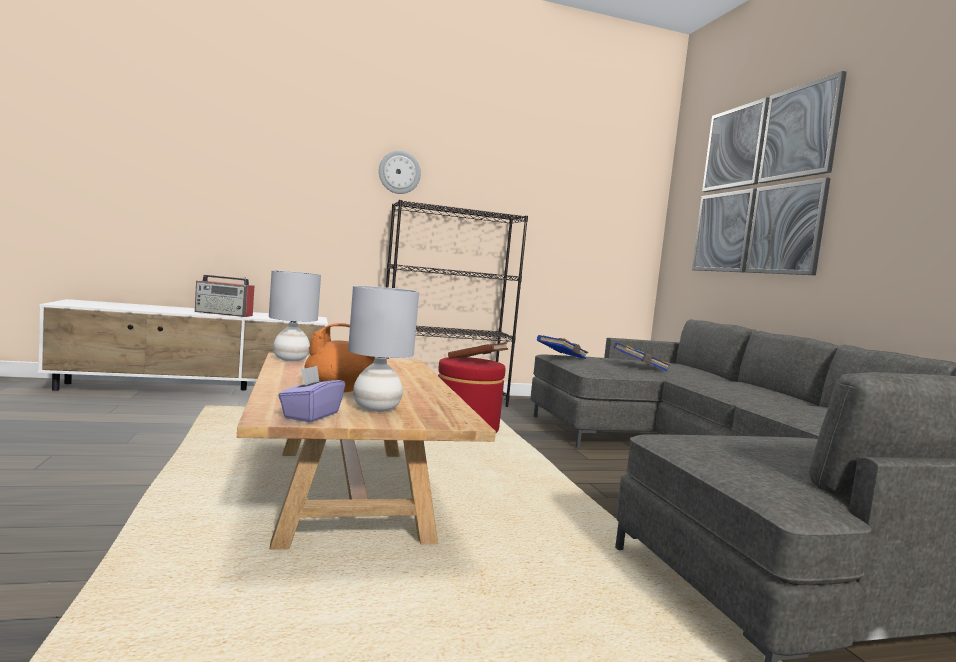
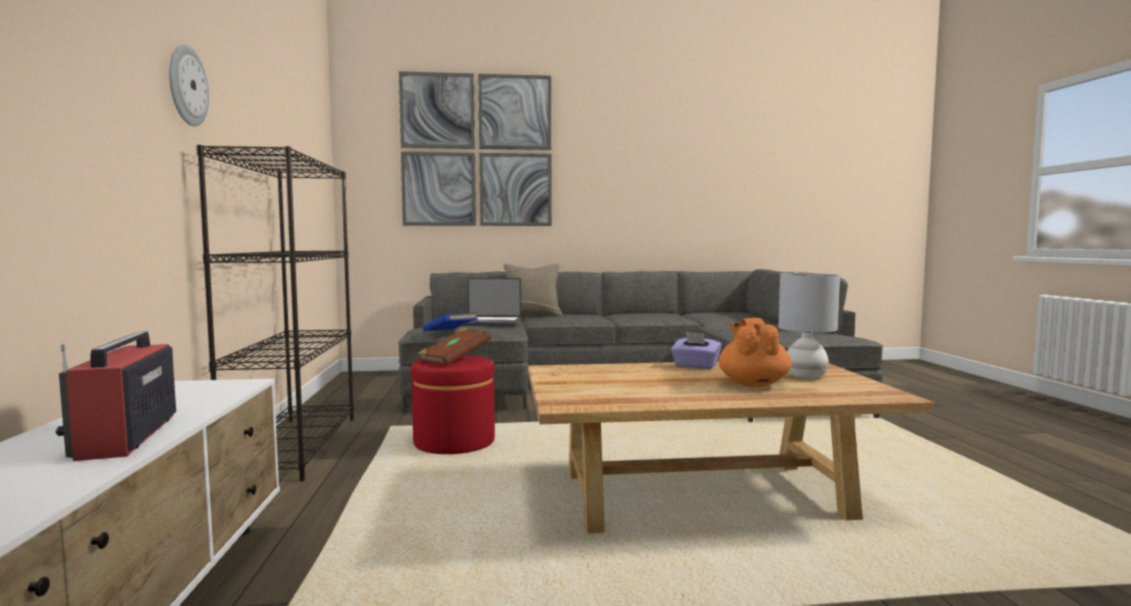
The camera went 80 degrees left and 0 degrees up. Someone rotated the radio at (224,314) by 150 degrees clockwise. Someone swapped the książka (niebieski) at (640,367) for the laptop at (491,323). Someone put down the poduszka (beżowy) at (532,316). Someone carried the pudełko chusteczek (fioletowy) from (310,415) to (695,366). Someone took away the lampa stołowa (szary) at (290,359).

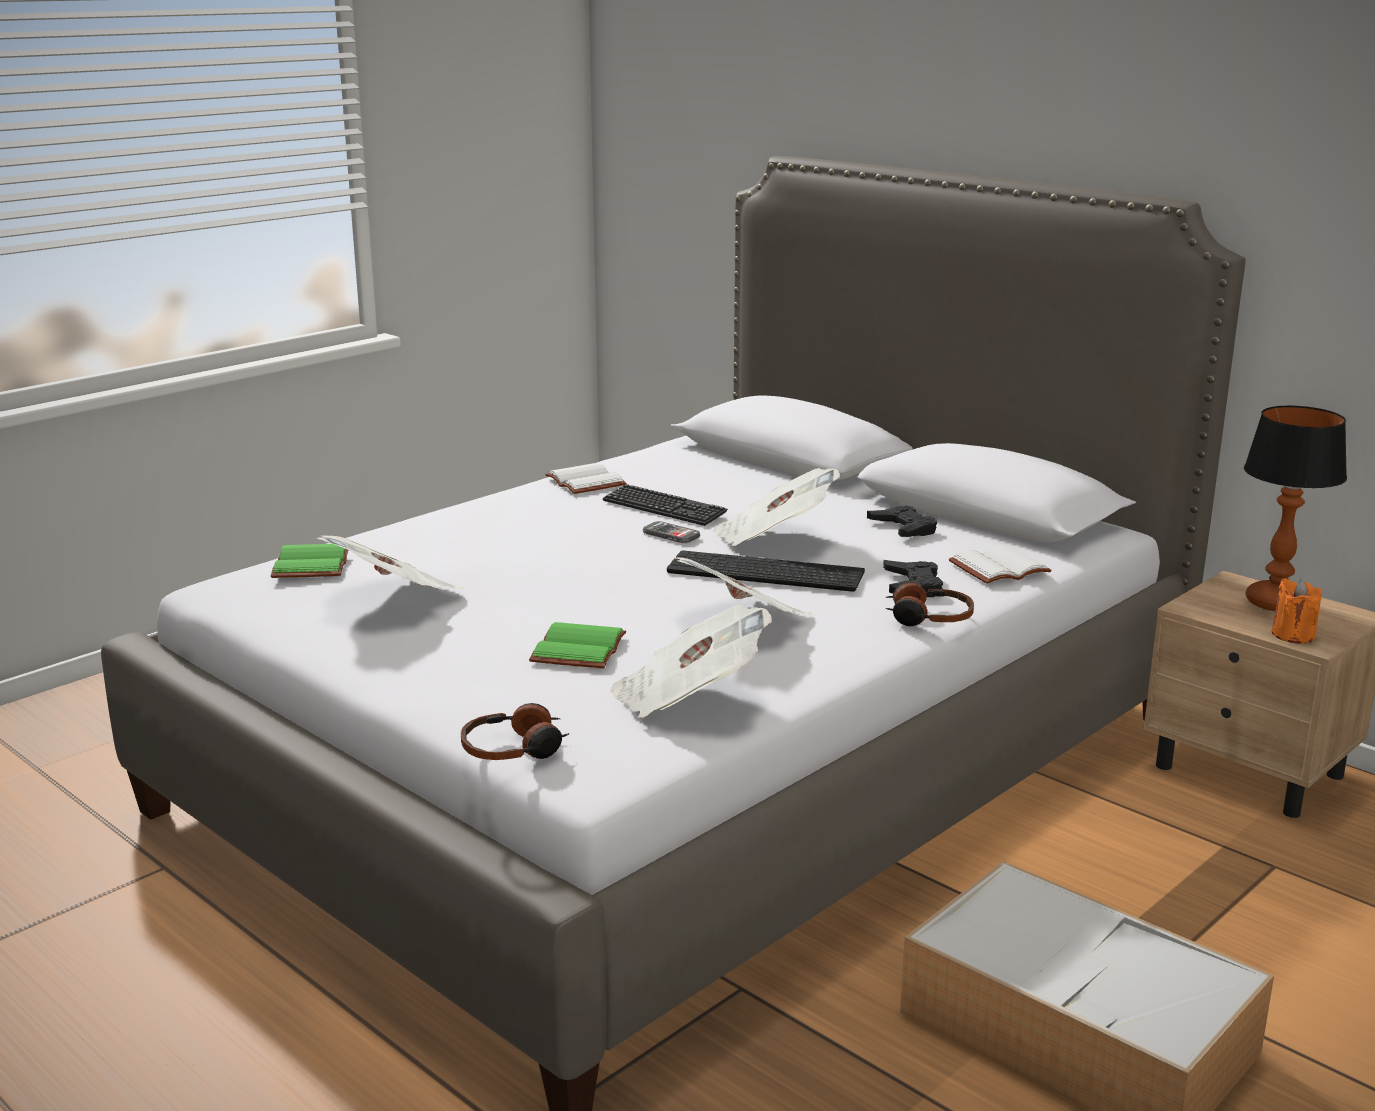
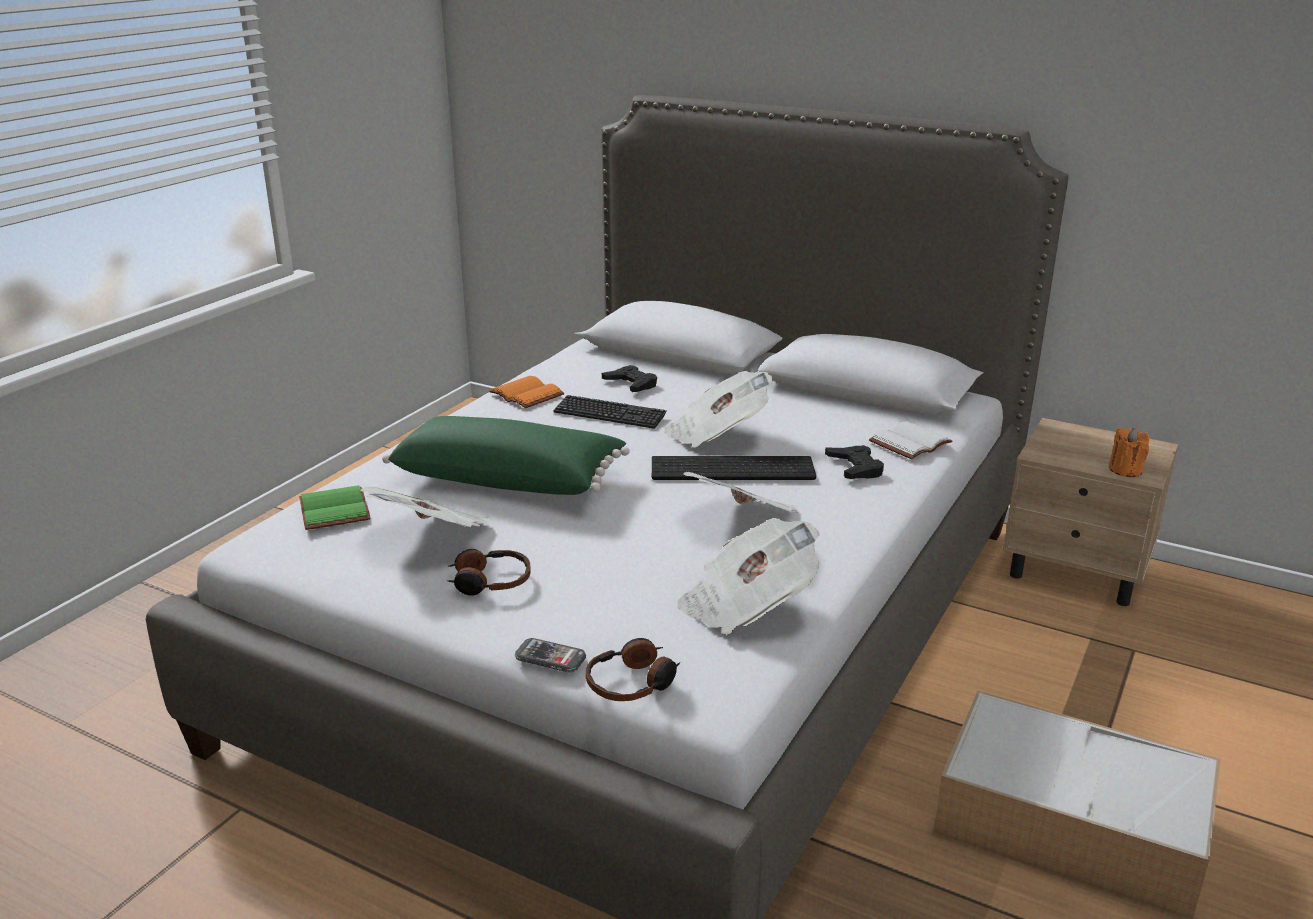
The camera went 15 degrees left and 5 degrees up. Someone put down the poduszka (zielony) at (509,478). Someone carried the słuchawki from (928,618) to (489,582). Someone repainted the książka (biały) at (583,482), which became the książka (pomarańczowy) at (524,395). Someone carried the telefon from (671,534) to (550,657). Someone carried the pad do gier (czarny) from (903,528) to (631,384). Someone took away the książka (zielony) at (576,648). Someone took away the lampa stołowa at (1275,602).

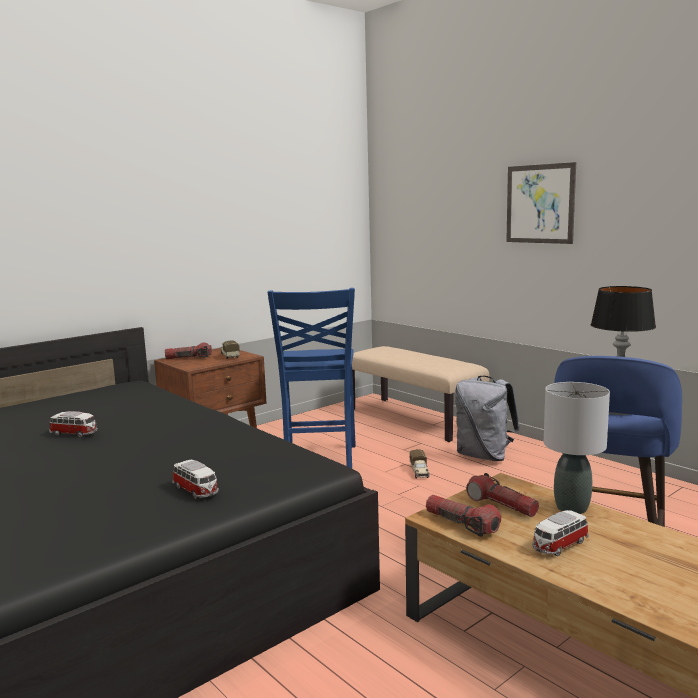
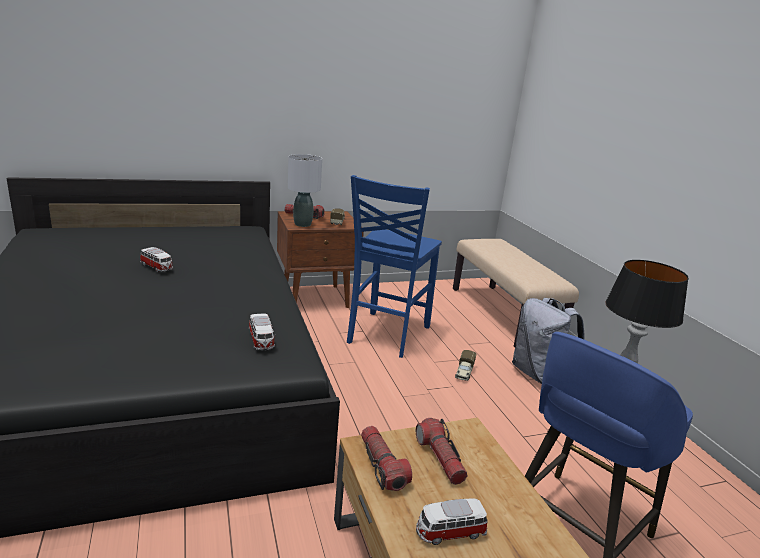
The camera went 20 degrees right and 10 degrees up. Someone carried the samochodzik from (196,491) to (261,341). Someone carried the lampa stołowa (szary) from (571,508) to (302,224). Someone took away the obraz at (540,204).

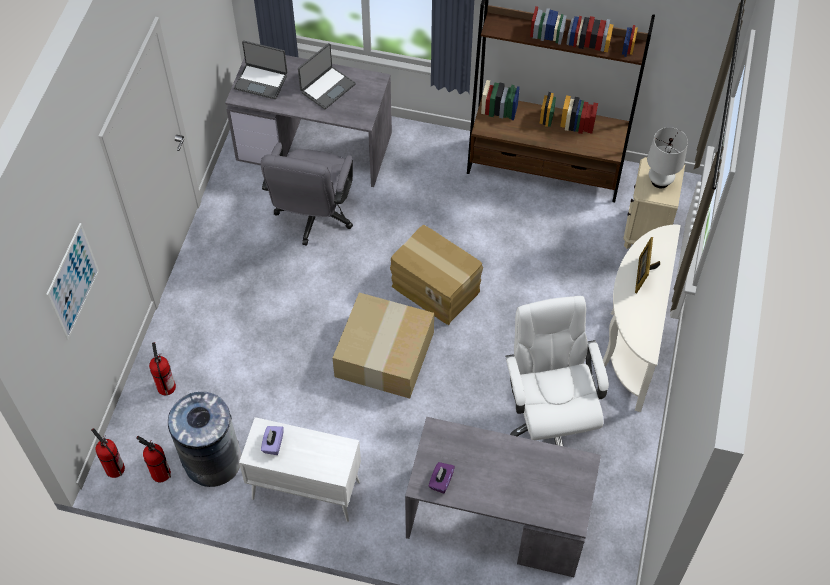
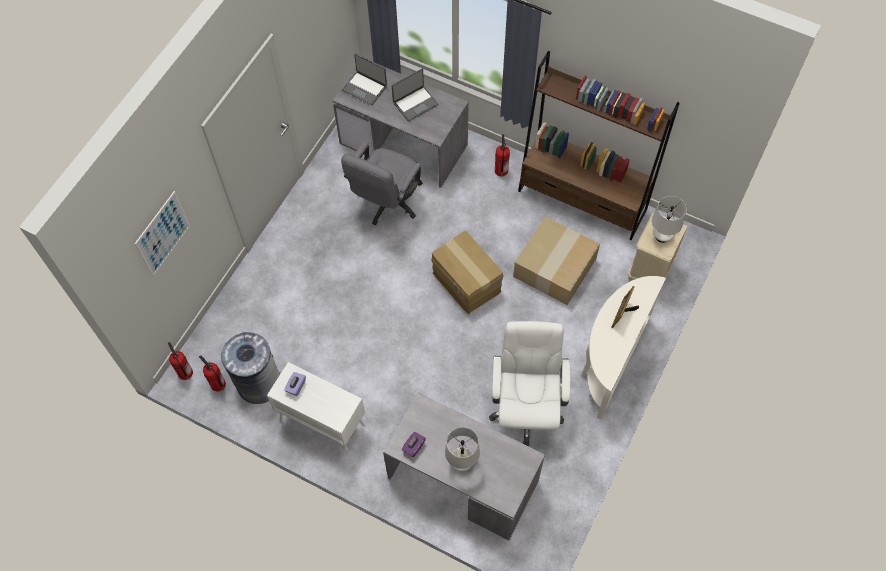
The camera went 15 degrees right and 5 degrees up. Someone put down the lampa stołowa (biały) at (462,462). Someone carried the gaśnica from (166,386) to (501,170). Someone carried the karton from (385,356) to (555,268).

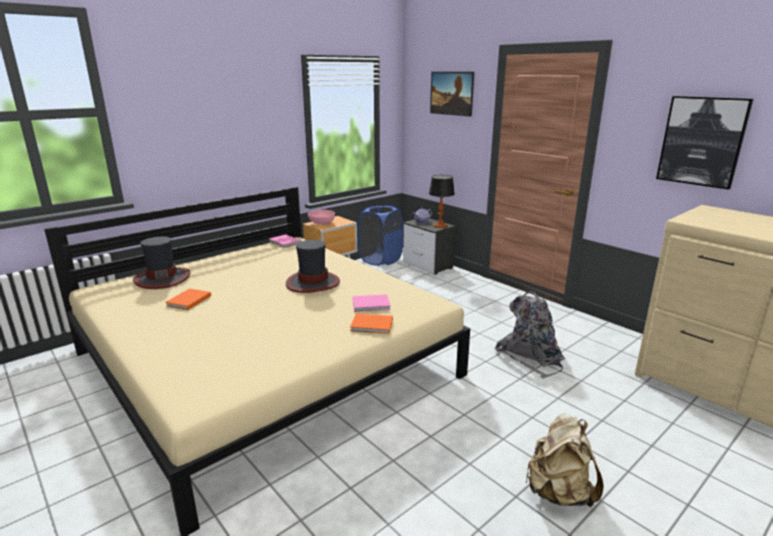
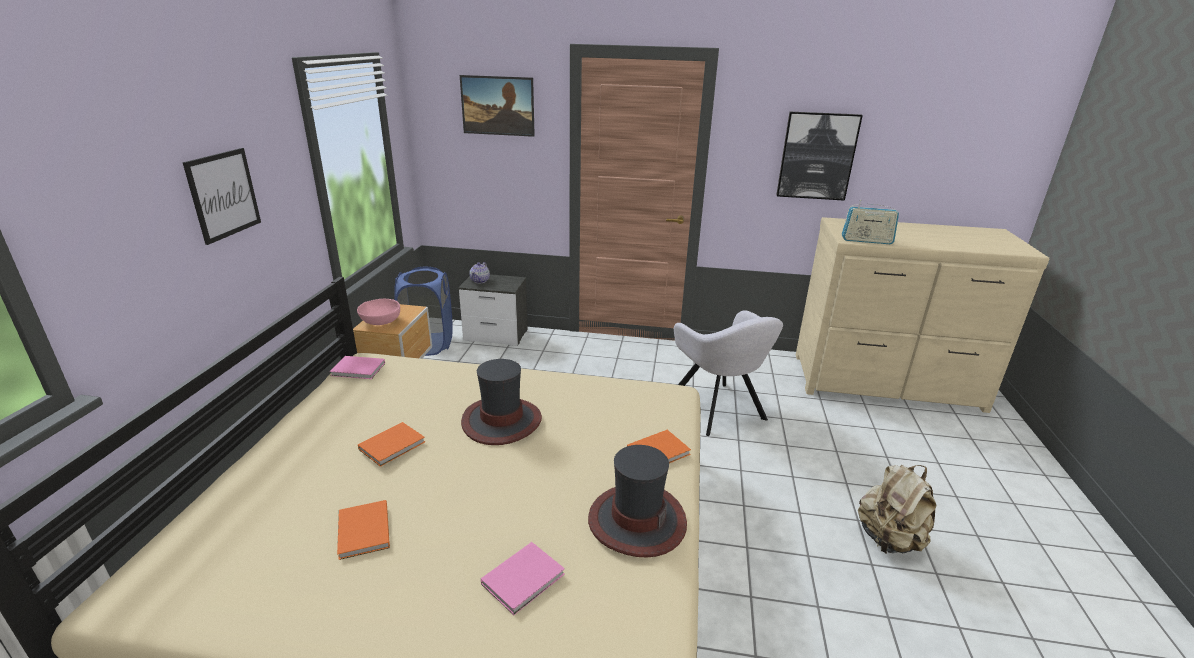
The camera went 40 degrees left and 5 degrees up. Someone put up the obraz at (223,194). Someone put down the książka (pomarańczowy) at (394,445). Someone carried the książka (różowy) from (372,305) to (525,579). Someone carried the kapelusz from (162,278) to (636,520). Someone swapped the plecak (szary) at (531,356) for the fotel (szary) at (719,410). Someone put down the radio at (866,241). Someone took away the lampa stołowa at (440,226).

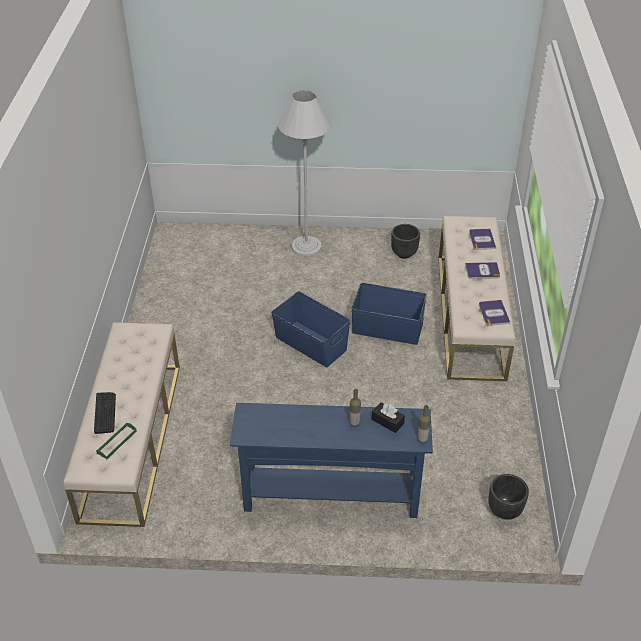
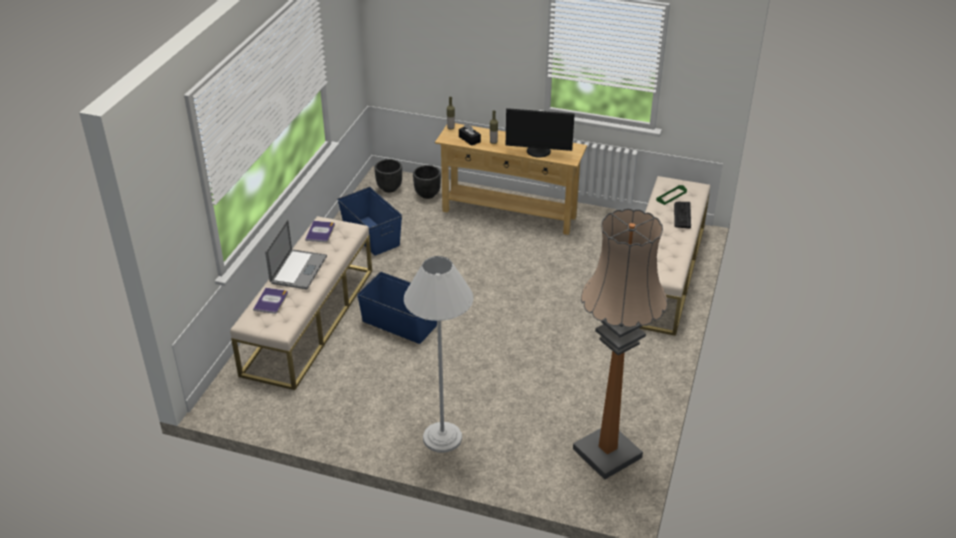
The camera went 165 degrees left and 5 degrees down. Someone swapped the książka at (482,271) for the laptop at (298,269). Someone carried the pojemnik do przechowywania (niebieski) from (311,343) to (371,235). Someone carried the donica (czarny) from (404,253) to (427,195). Someone repainted the stolik konsolowy (niebieski) at (331,497), which became the stolik konsolowy (beżowy) at (509,213). Someone put down the monitor at (538,152). Someone put down the lampa stojąca at (607,453).

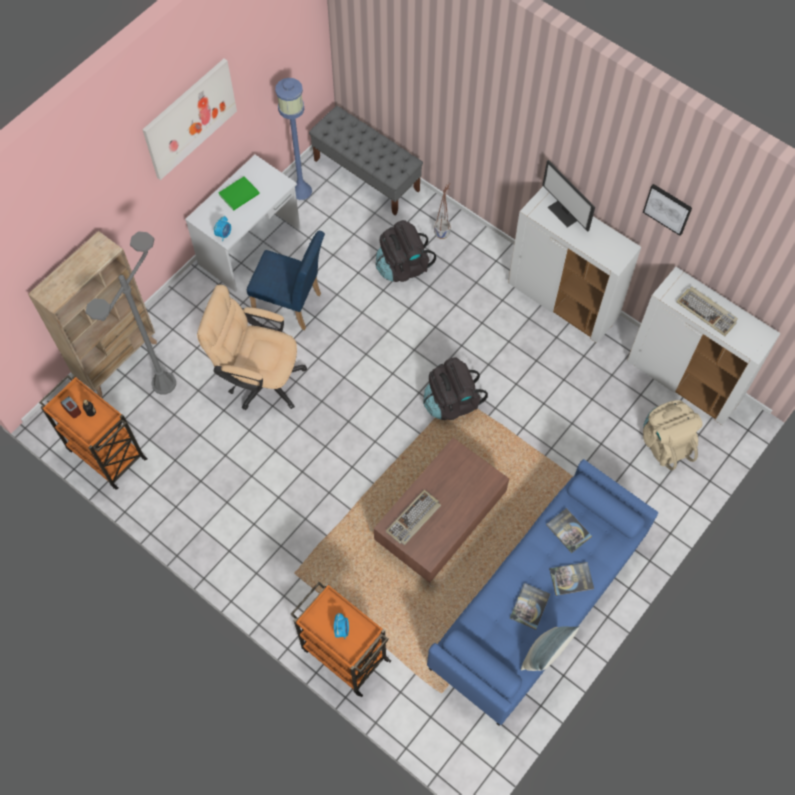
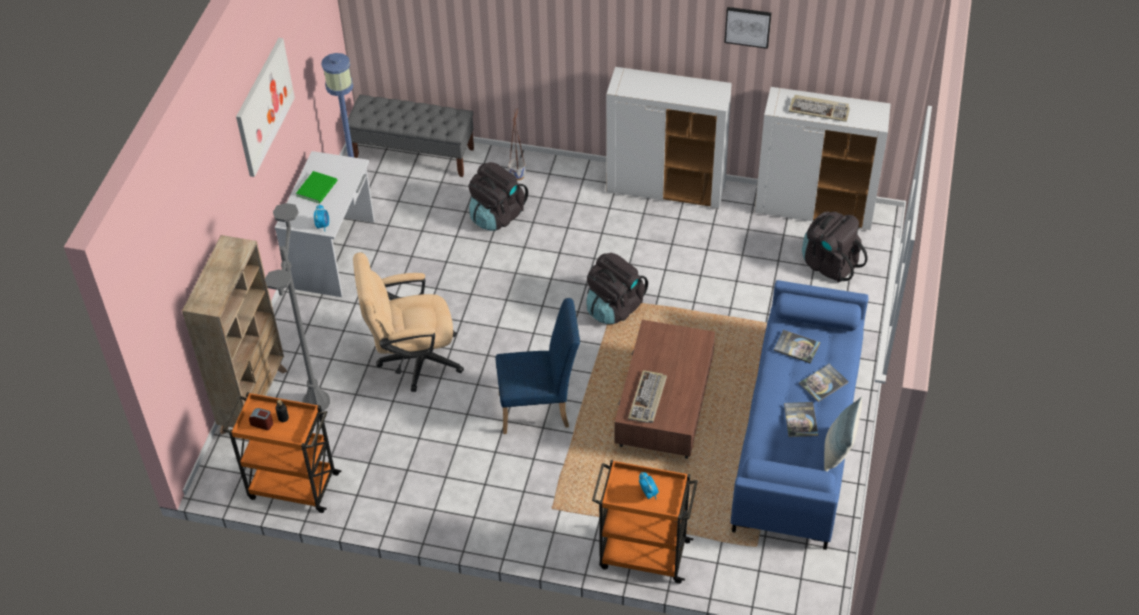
The camera went 25 degrees left and 15 degrees down. Someone carried the krzesło (niebieski) from (292,306) to (540,409). Someone repainted the plecak (beżowy) at (665,443), which became the plecak (czarny) at (829,264). Someone took away the monitor at (565,212).

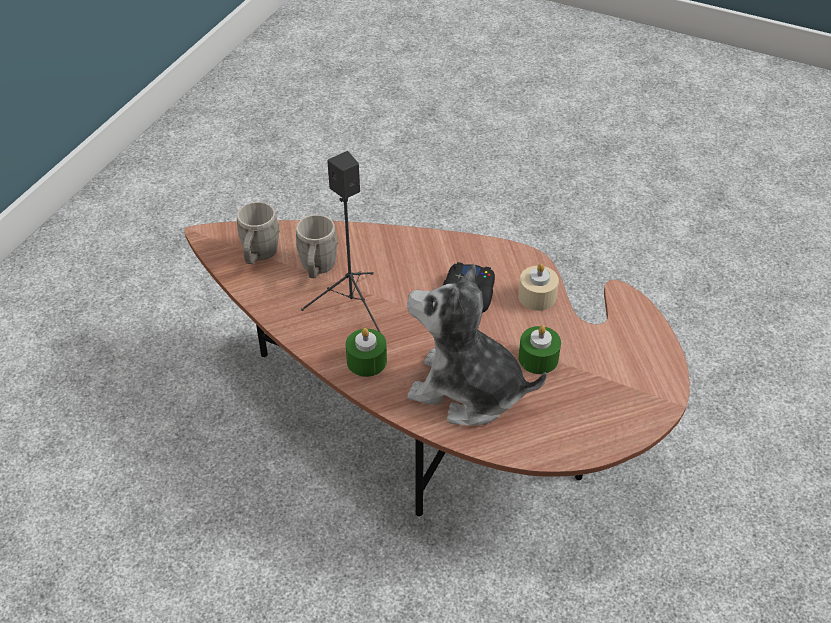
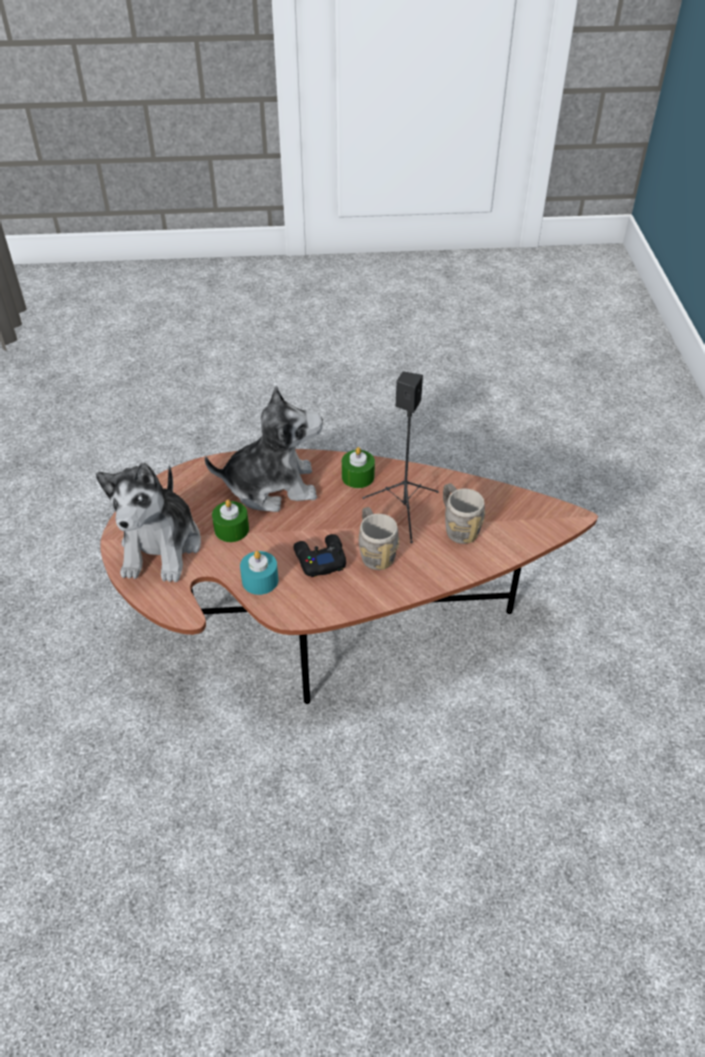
The camera went 150 degrees right and 0 degrees up. Someone put down the pluszak at (161,547). Someone repainted the świeca (beżowy) at (537,296), which became the świeca (turkusowy) at (260,580). Someone carried the kubek (szary) from (258,255) to (374,552).

